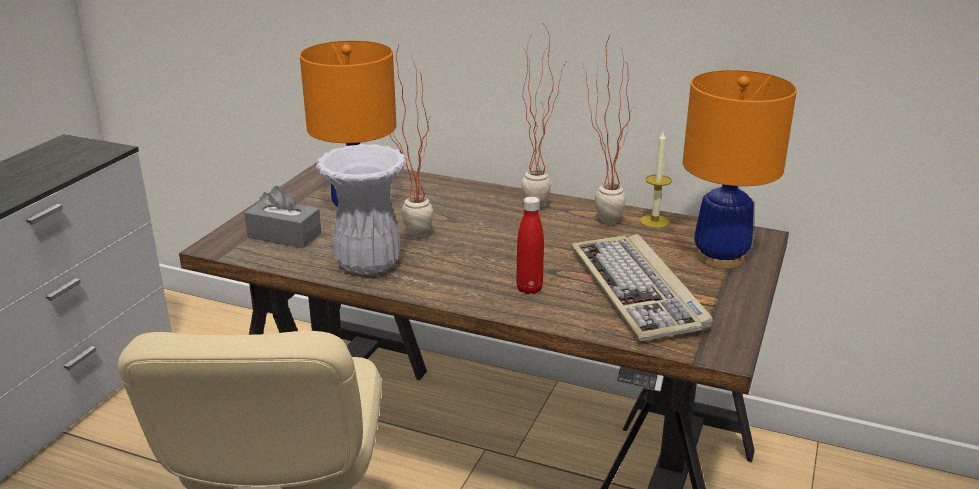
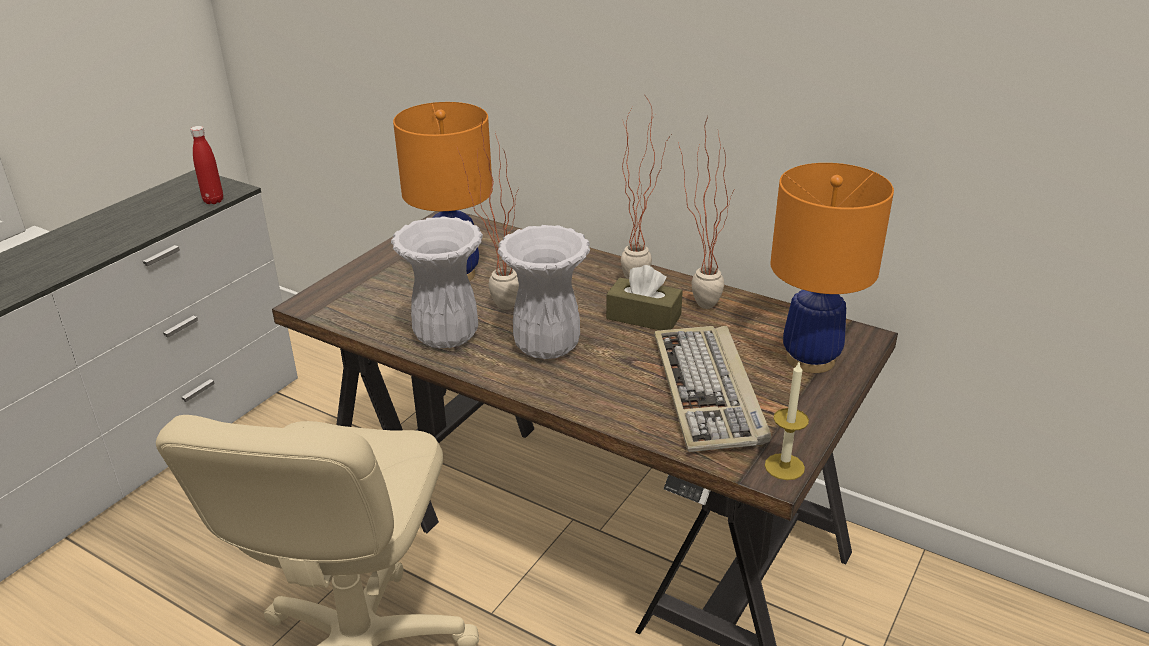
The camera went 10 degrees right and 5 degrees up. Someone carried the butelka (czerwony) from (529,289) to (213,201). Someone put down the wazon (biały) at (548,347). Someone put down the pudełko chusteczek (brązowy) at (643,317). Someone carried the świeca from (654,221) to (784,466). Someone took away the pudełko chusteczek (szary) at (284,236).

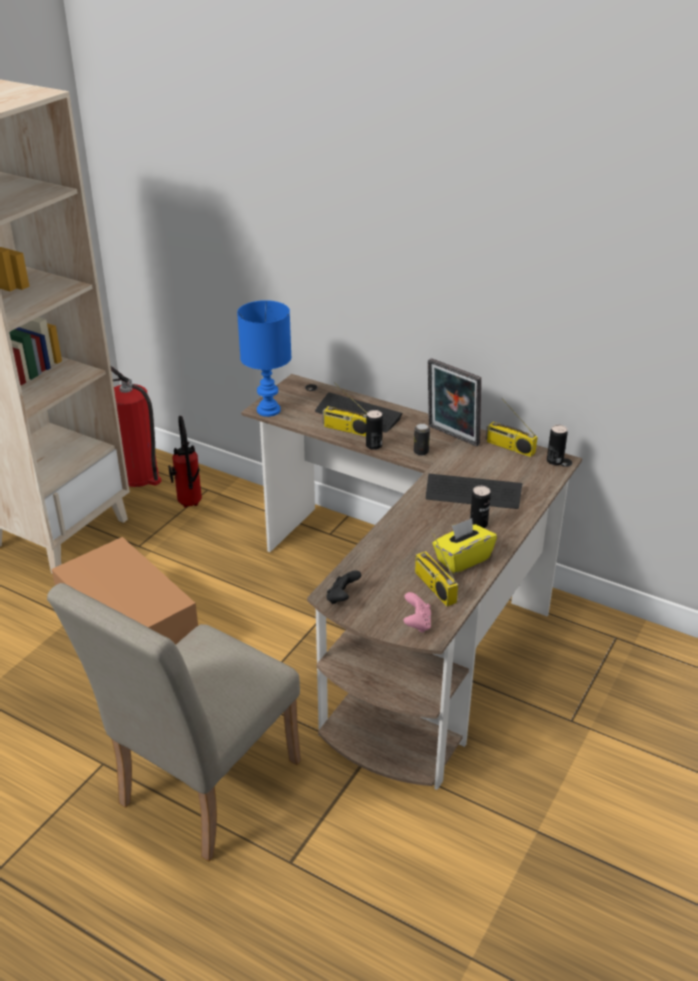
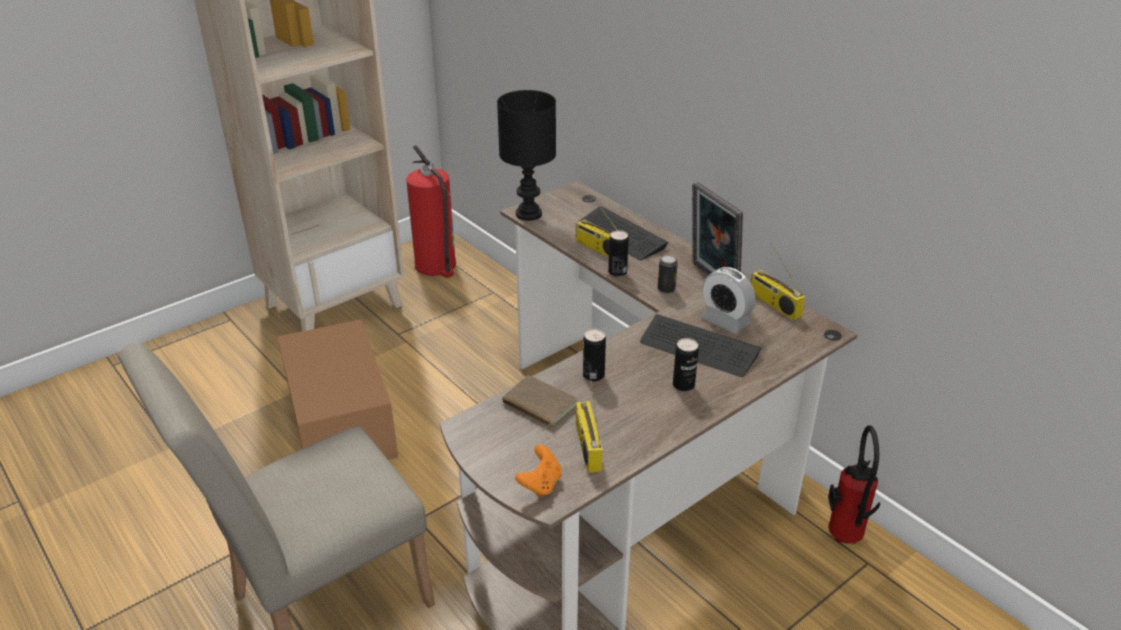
The camera went 20 degrees right and 0 degrees up. Someone repainted the lampa stołowa (niebieski) at (269,410), which became the lampa stołowa (czarny) at (529,214). Someone put down the książka (brązowy) at (538,406). Someone repainted the pad do gier (różowy) at (417,623), which became the pad do gier (pomarańczowy) at (541,484). Someone carried the puszka from (554,461) to (593,375). Someone put down the budzik at (725,321). Someone carried the gaśnica from (189,505) to (843,540). Someone took away the pad do gier (czarny) at (342,598). Someone took away the pudełko chusteczek (żółty) at (462,559).

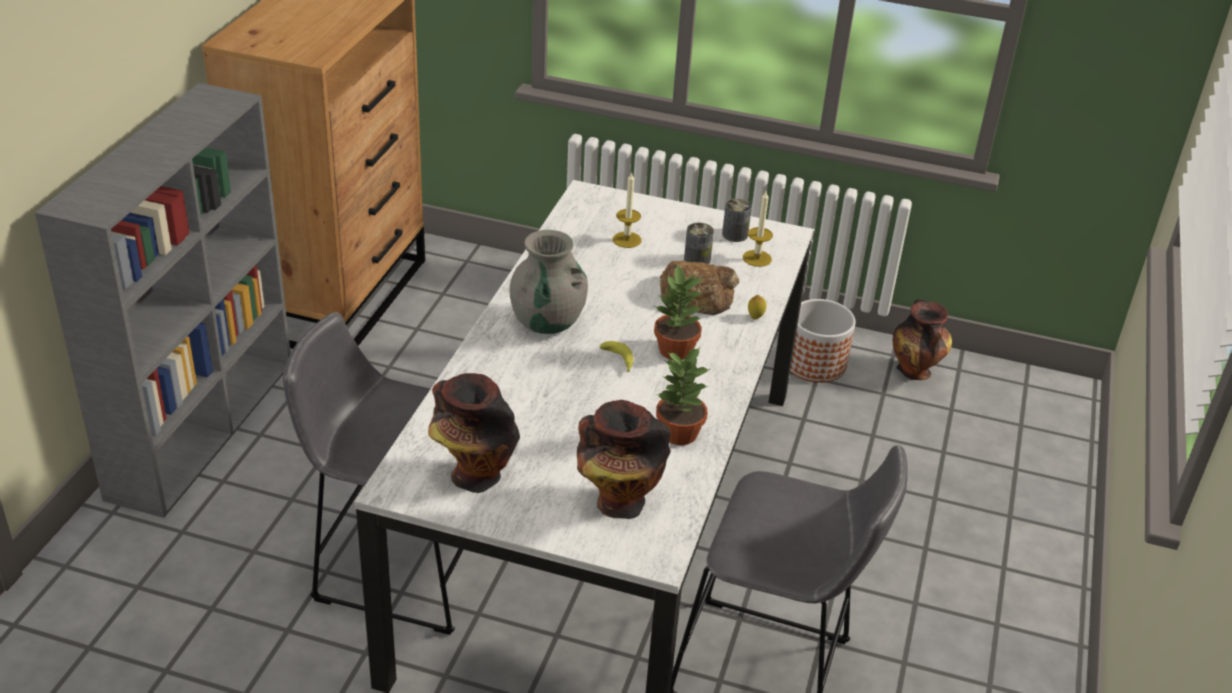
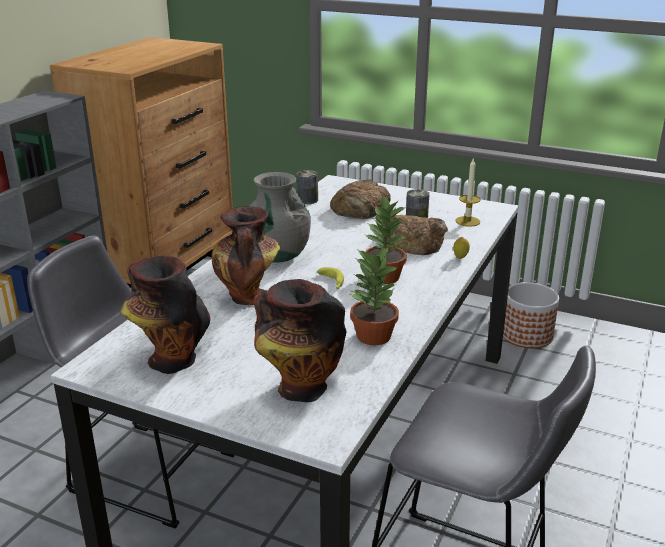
The camera went 10 degrees right and 10 degrees down. Someone carried the wazon from (915,372) to (248,297). Someone carried the puszka from (735,234) to (307,200). Someone swapped the świeca at (627,240) for the chleb at (360,208).

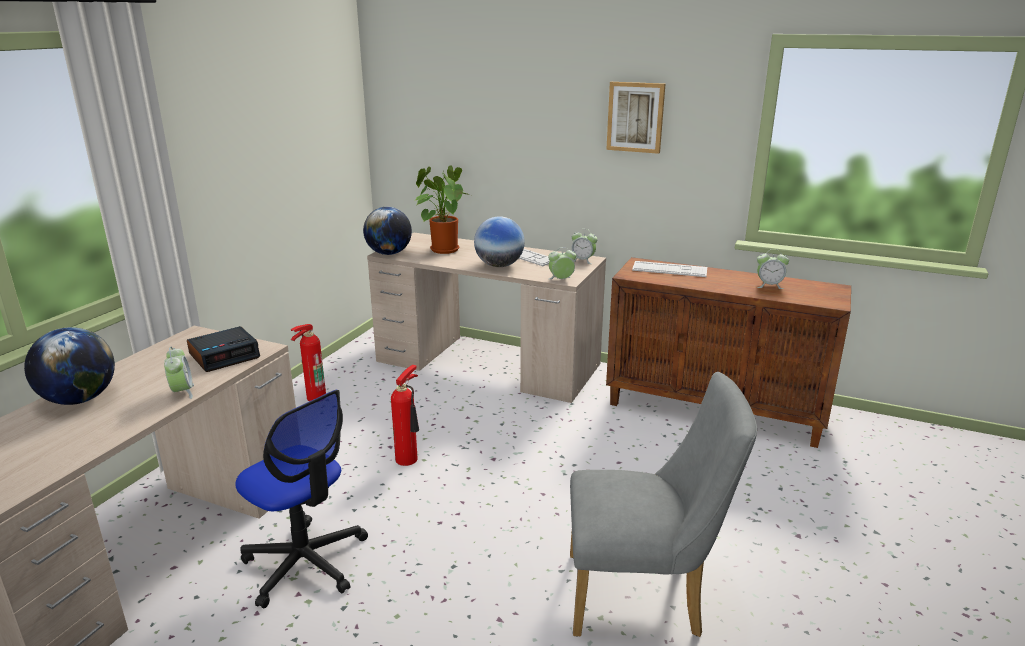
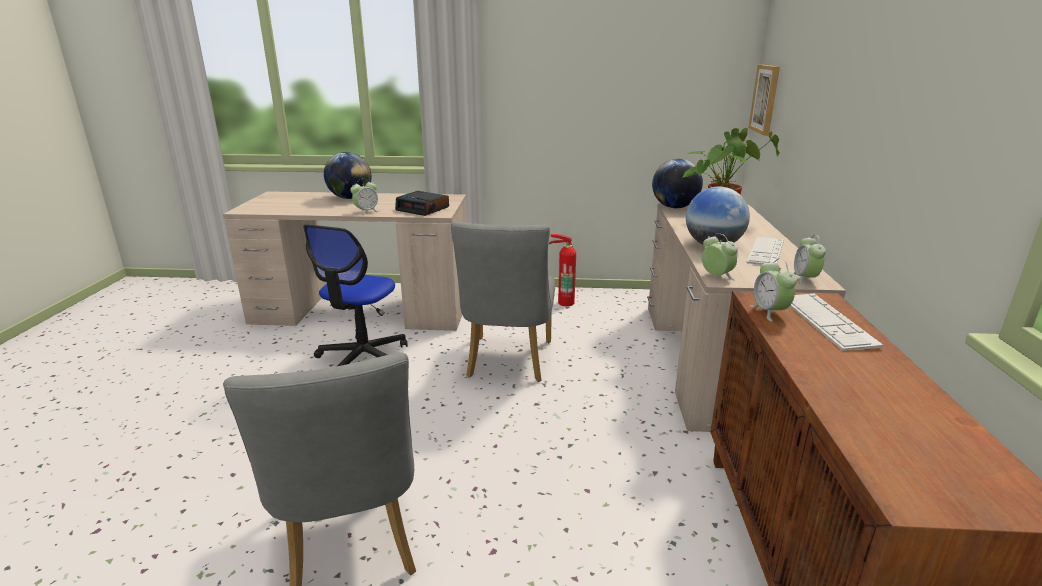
The camera went 70 degrees right and 0 degrees up. Someone swapped the gaśnica at (409,459) for the krzesło (szary) at (507,363). Someone carried the obraz from (635,117) to (765,99). Someone carried the budzik from (769,285) to (769,312).

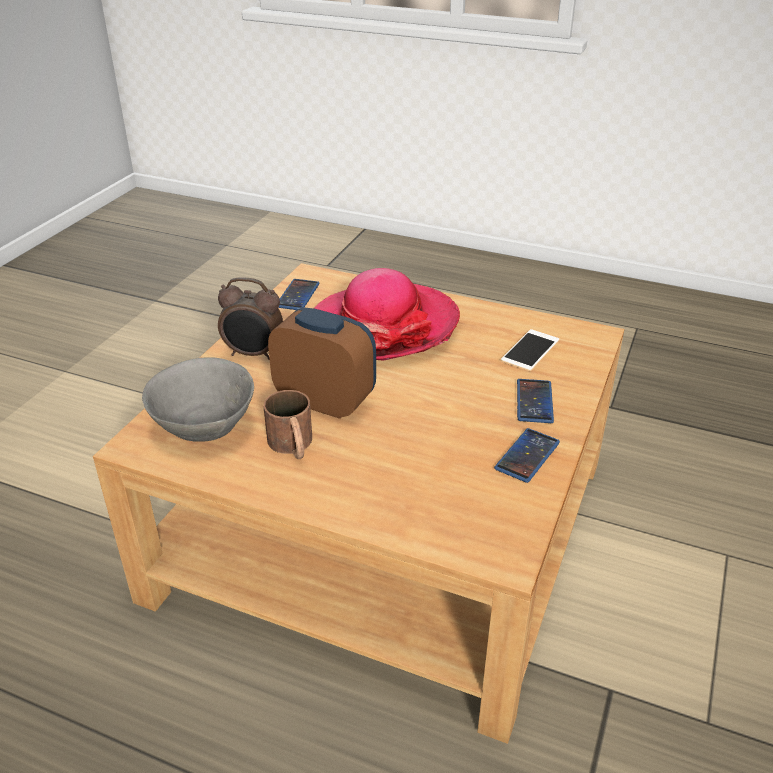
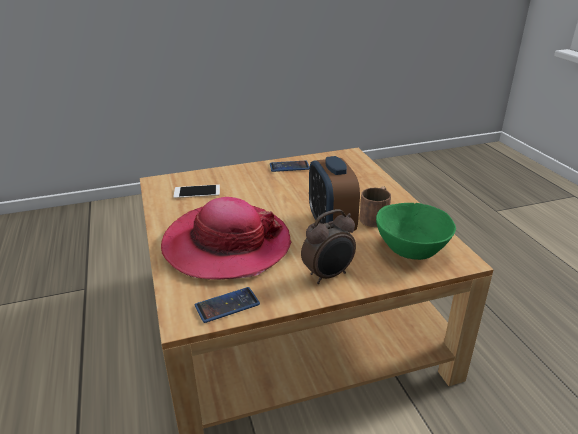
The camera went 130 degrees left and 5 degrees down. Someone rotated the budzik at (253,354) by 90 degrees clockwise. Someone repainted the miska (szary) at (202,426), which became the miska (zielony) at (412,249). Someone took away the telefon at (534,401).

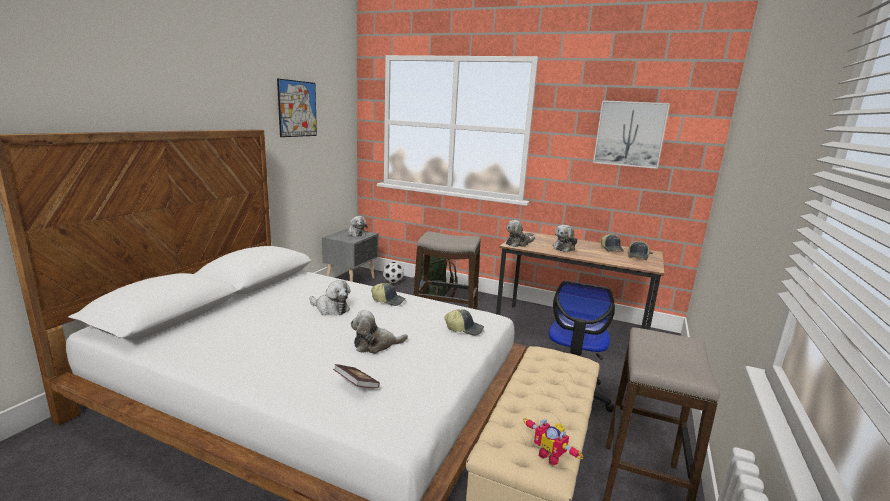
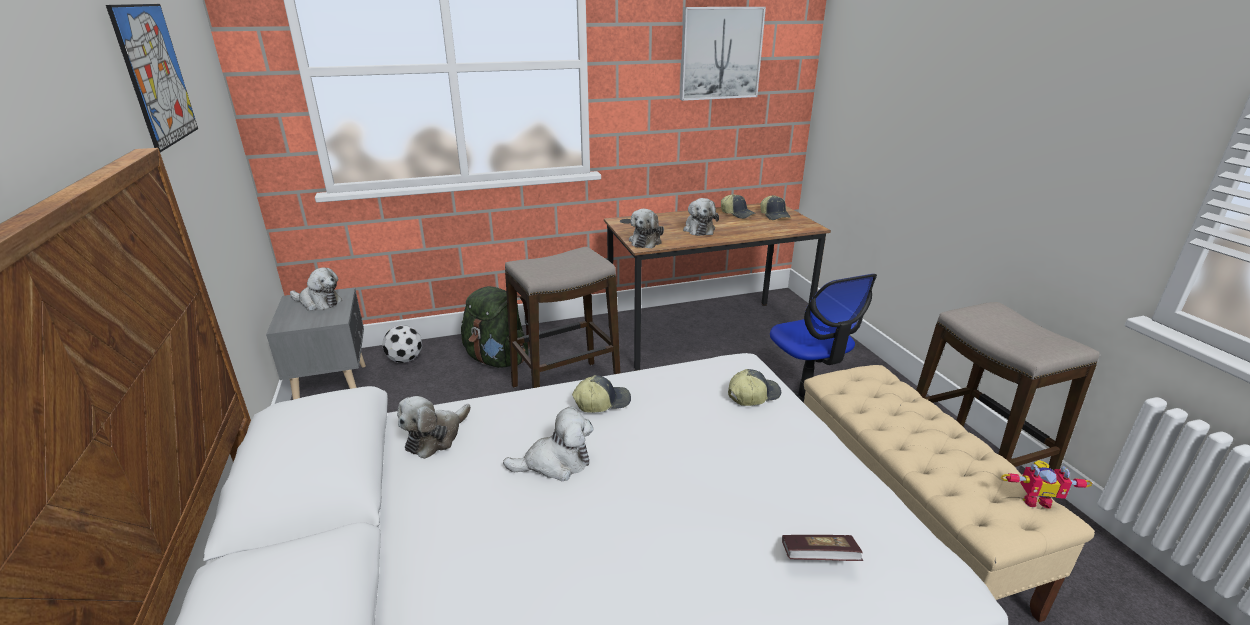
The camera went 40 degrees left and 10 degrees up. Someone carried the pluszak from (375,345) to (435,437).

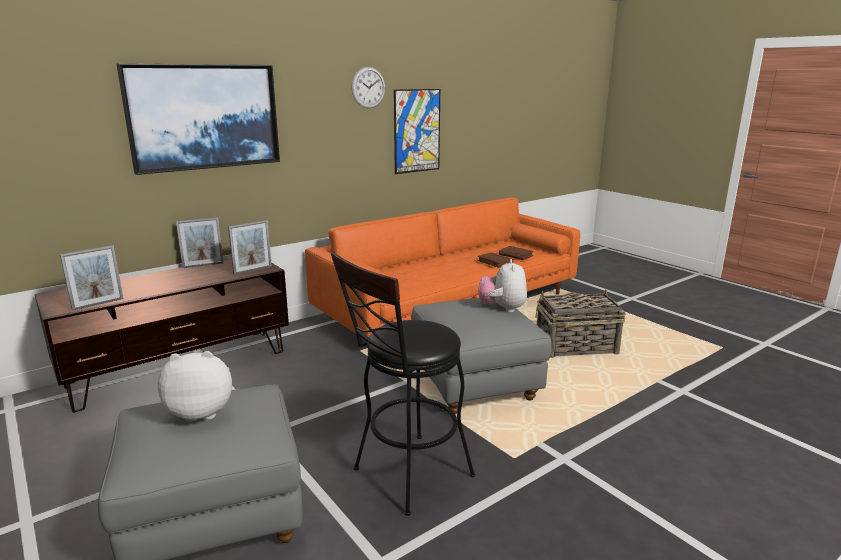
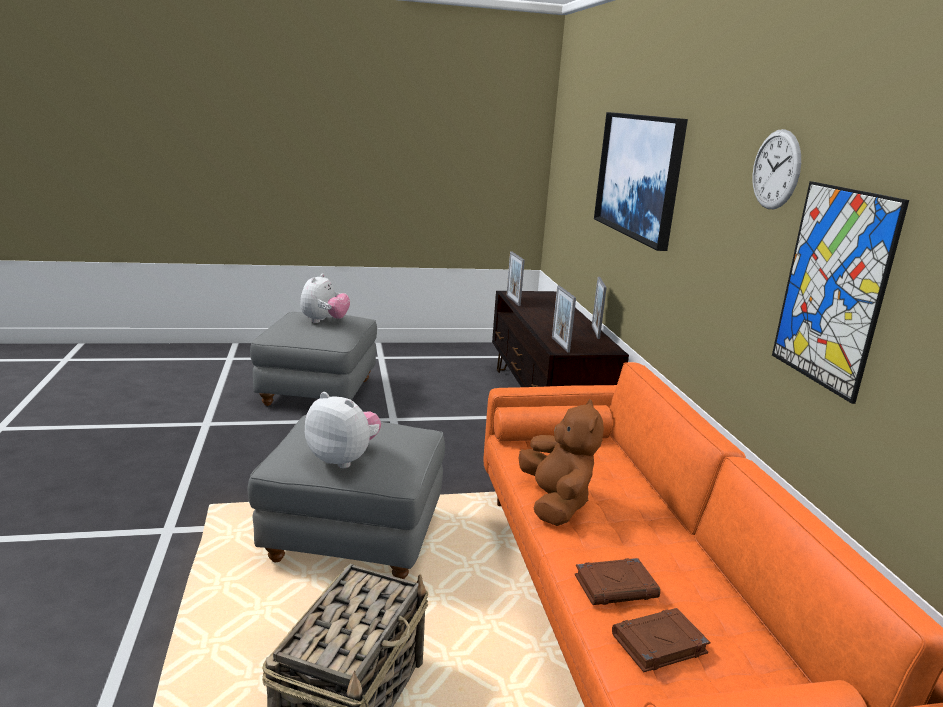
The camera went 115 degrees right and 0 degrees up. Someone put down the pluszak (brązowy) at (555,503). Someone took away the stołek (czarny) at (406,476).

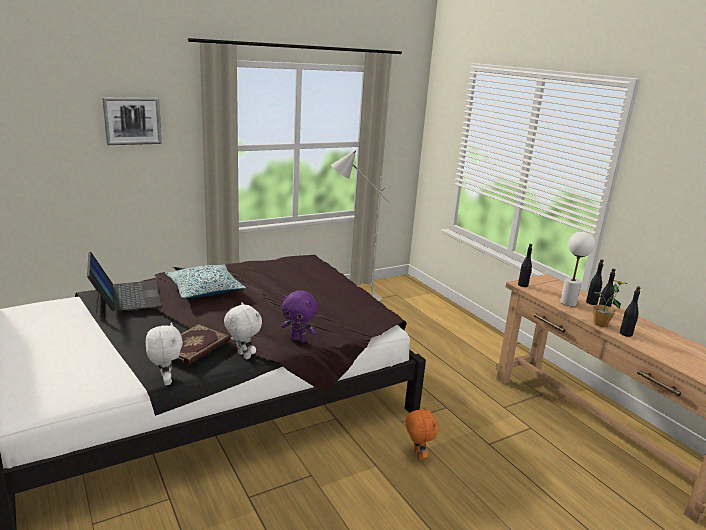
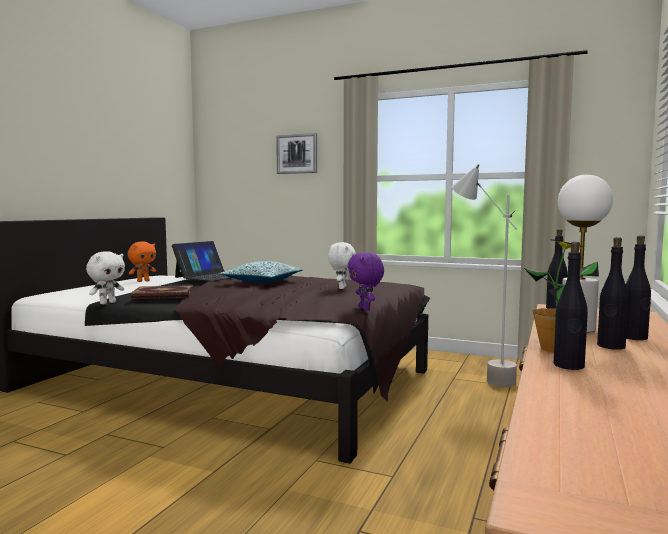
The camera went 55 degrees right and 15 degrees down. Someone carried the pluszak (pomarańczowy) from (417,455) to (143,281). Someone carried the pluszak (biały) from (243,356) to (341,288). Someone carried the pluszak (fioletowy) from (298,339) to (365,309).

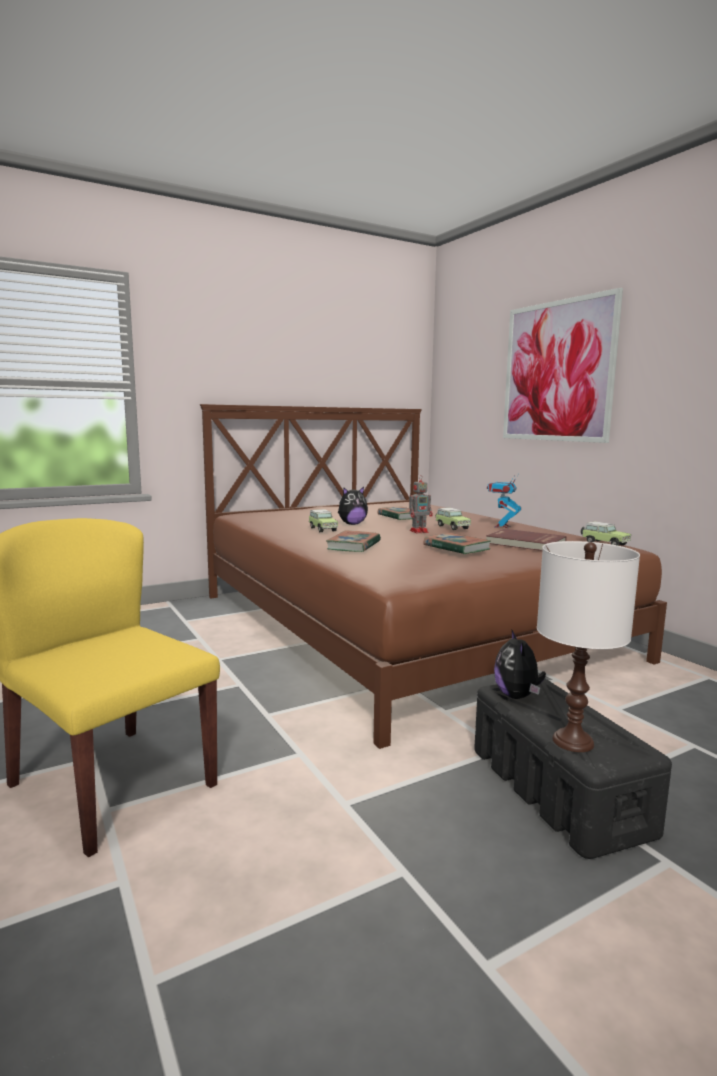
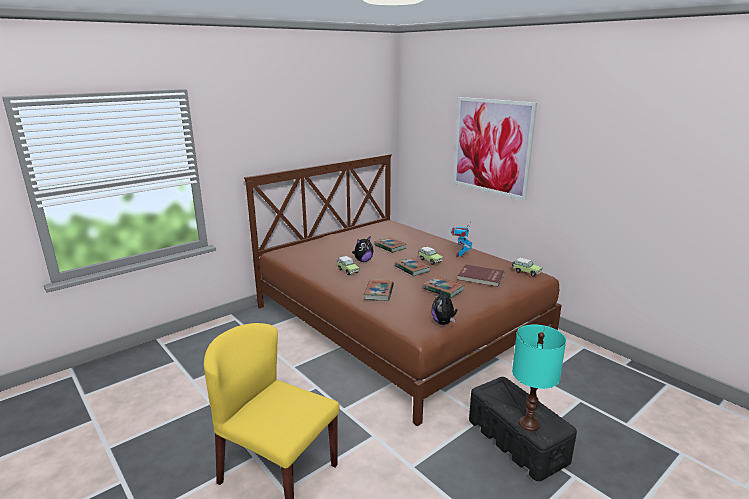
The camera went 10 degrees left and 10 degrees up. Someone swapped the robot zabawkowy at (419,531) for the książka at (412,269). Someone carried the pluszak from (517,696) to (443,322). Someone repainted the lampa stołowa (biały) at (573,741), which became the lampa stołowa (turkusowy) at (529,424).

